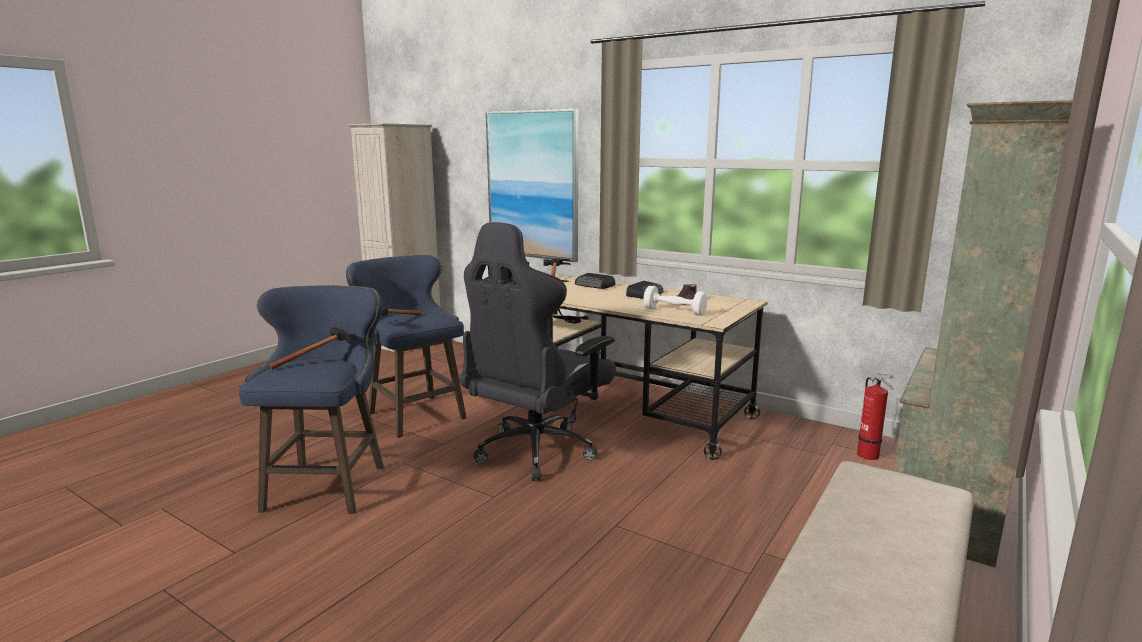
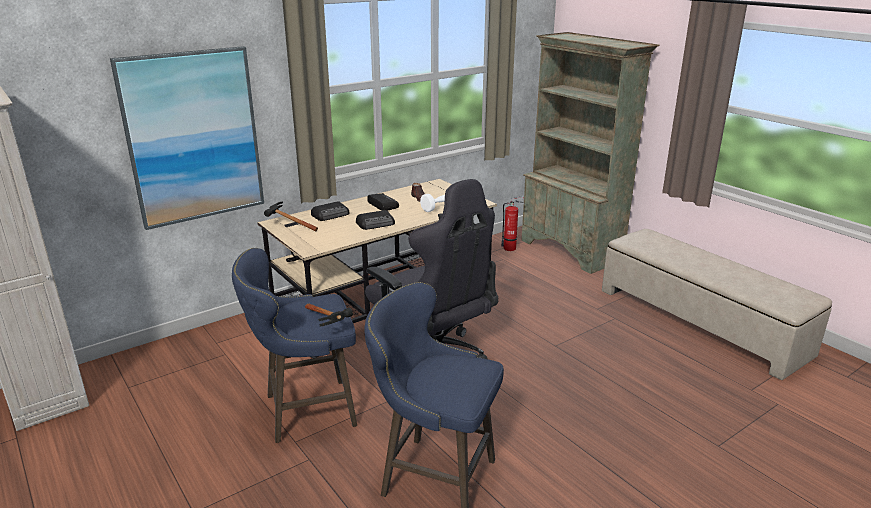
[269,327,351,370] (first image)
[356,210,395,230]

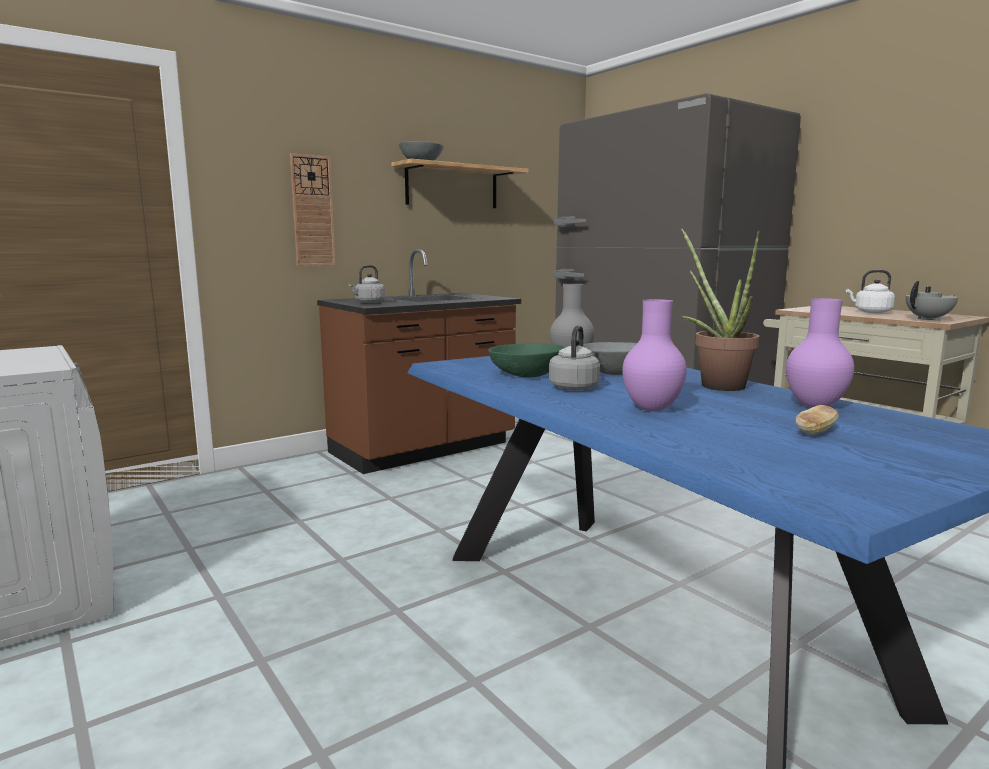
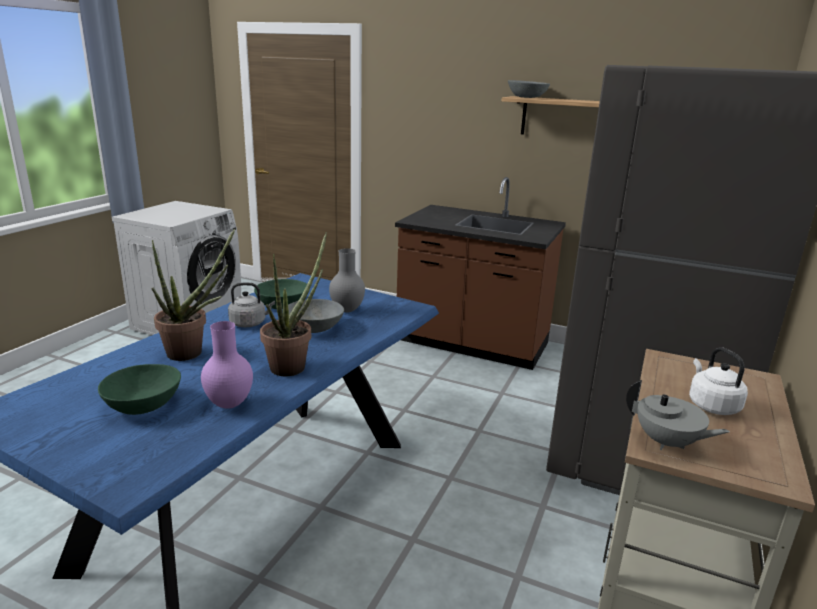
[290,153,336,266] (first image)
[348,265,385,303] (first image)
[151,228,235,361]
[98,364,181,415]

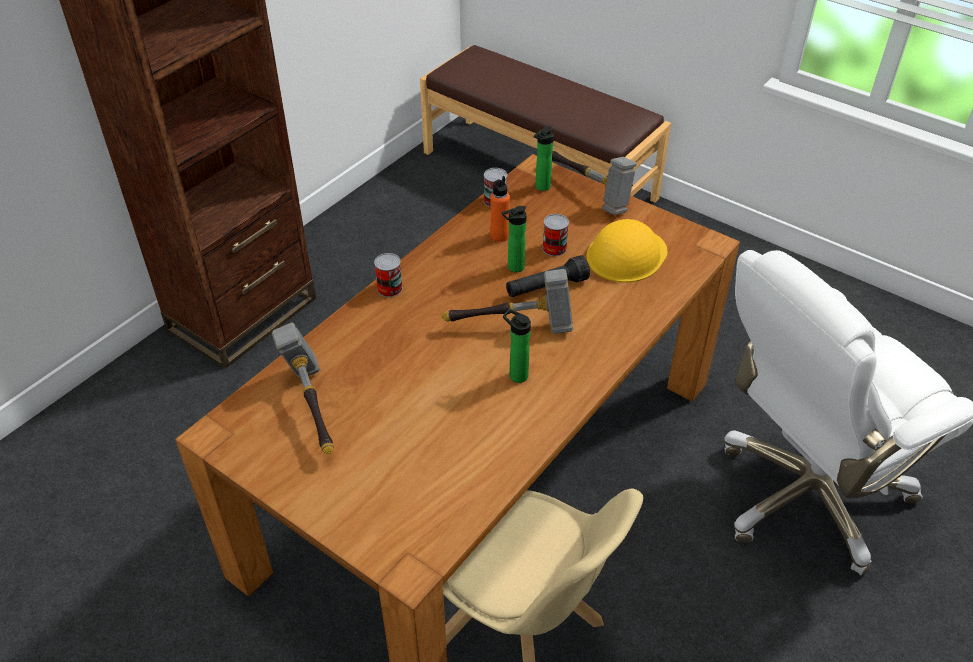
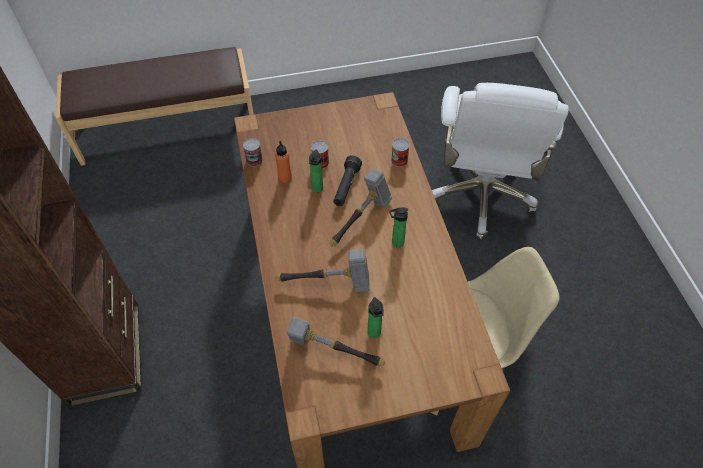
[587,219,668,283] (first image)
[391,138,410,167]
[367,297,384,338]
[275,249,370,292]

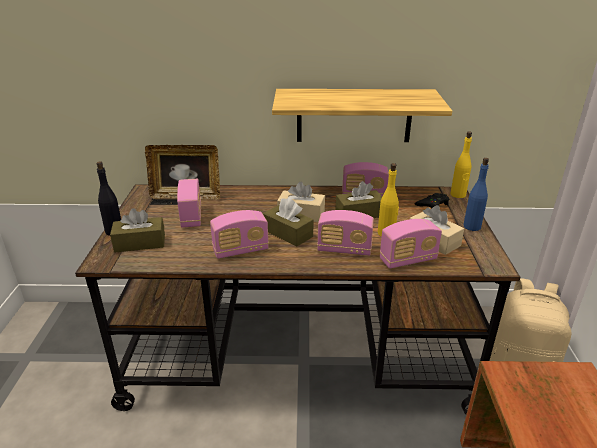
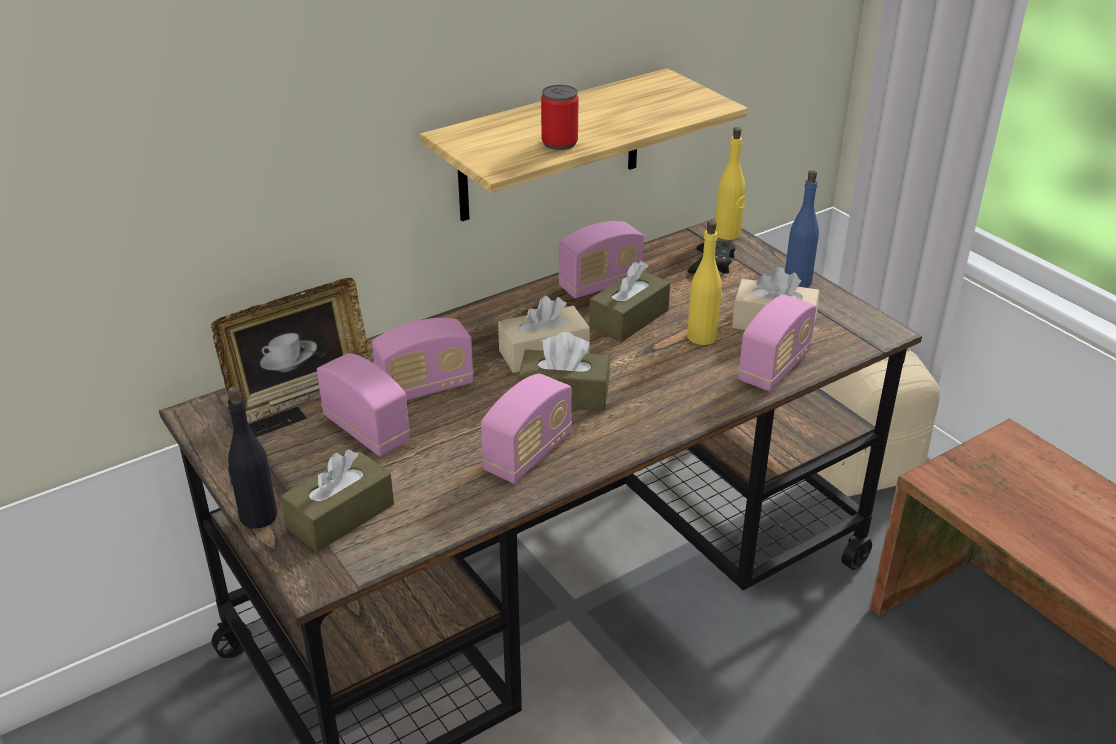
[541,85,578,150]
[372,318,474,400]

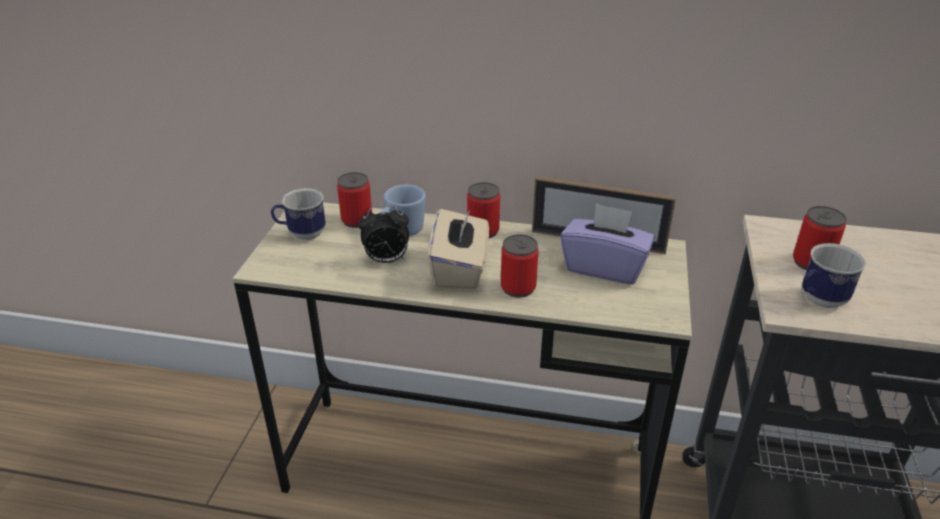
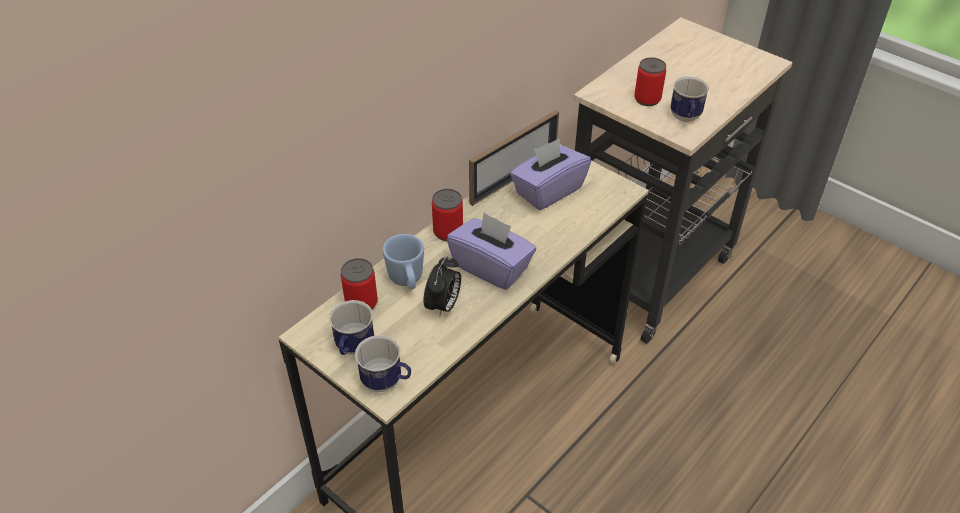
[501,234,538,298] (first image)
[355,335,411,392]
[447,212,536,290]

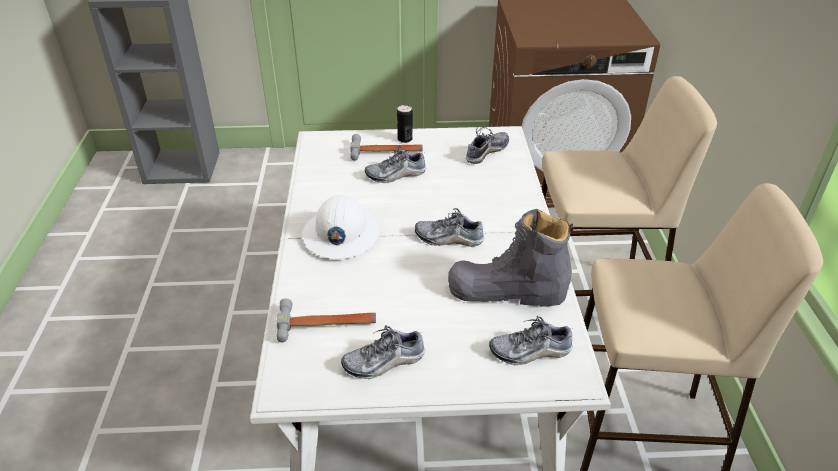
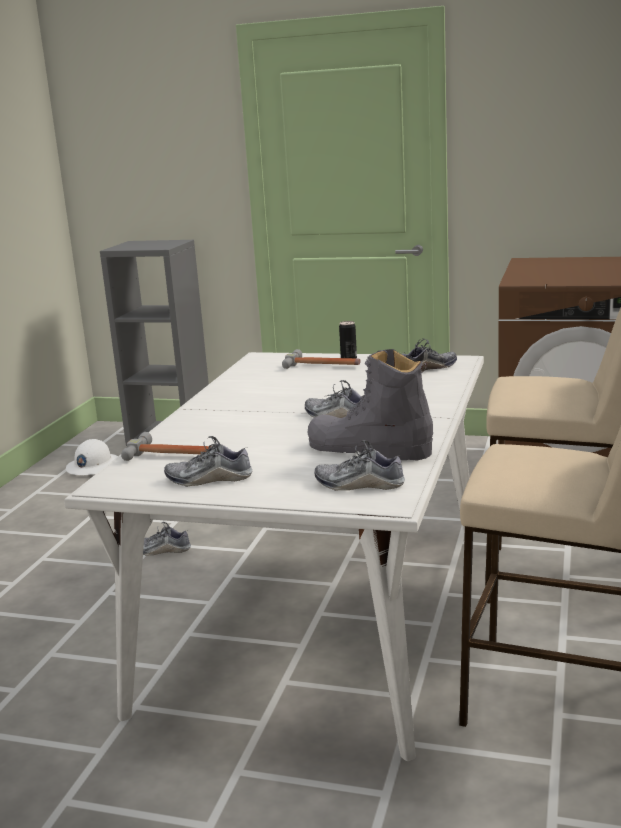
[66,439,118,475]
[143,522,191,556]

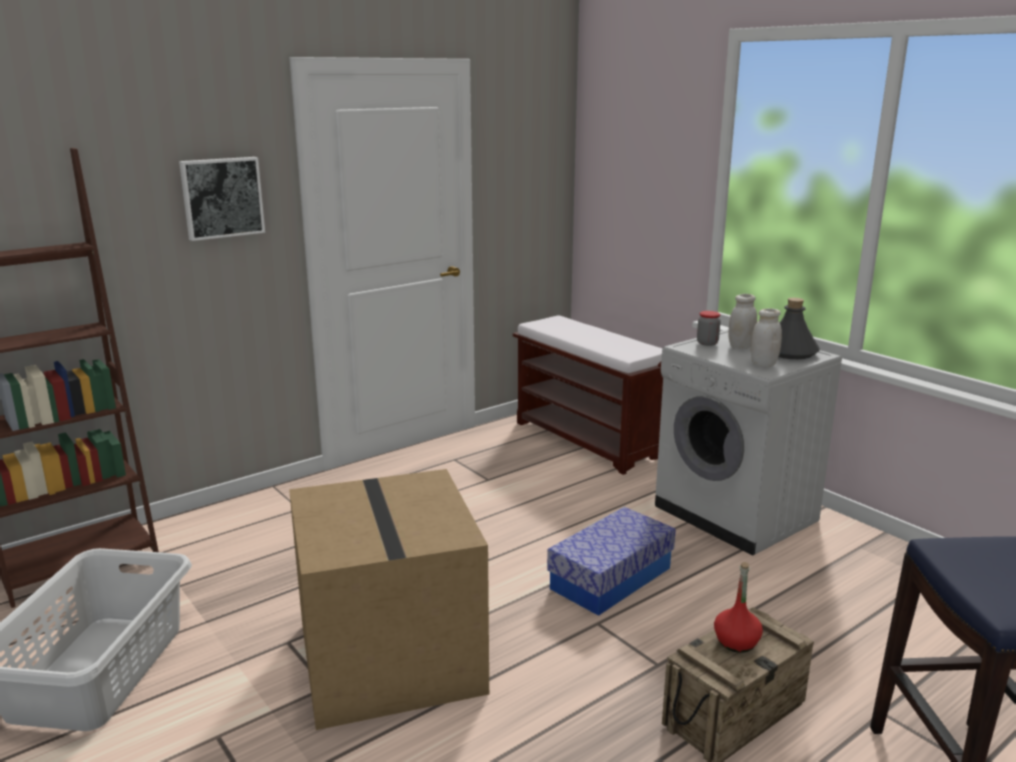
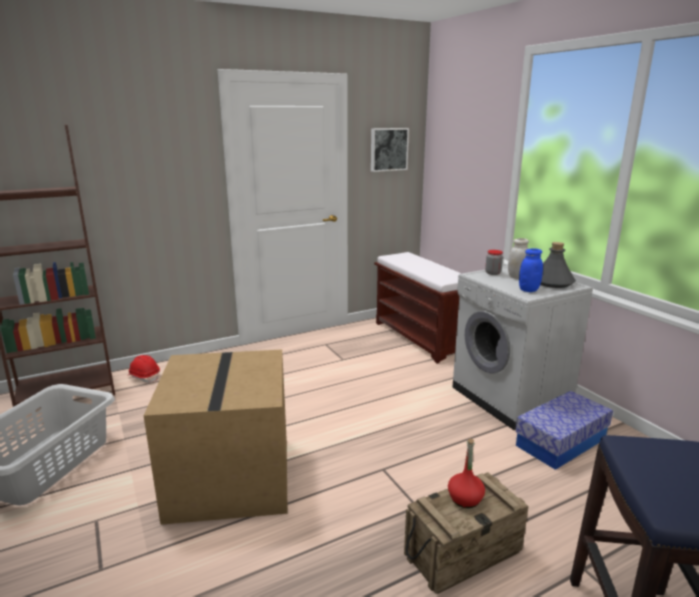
[127,355,160,383]
[371,128,409,172]
[515,391,613,470]
[519,249,543,292]

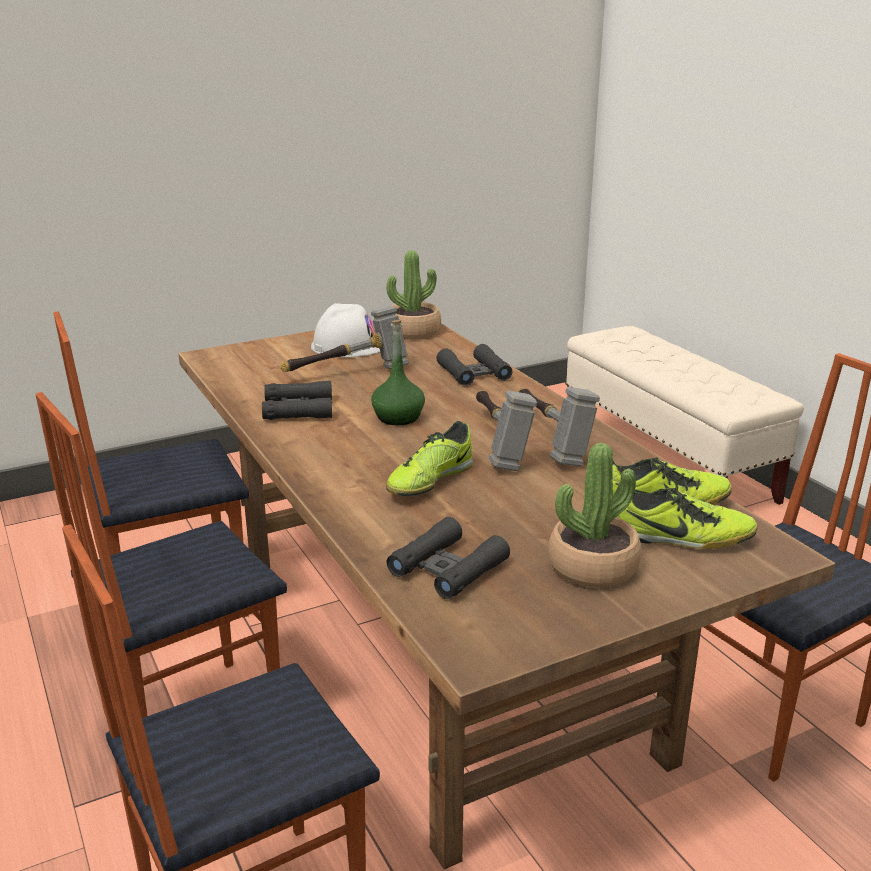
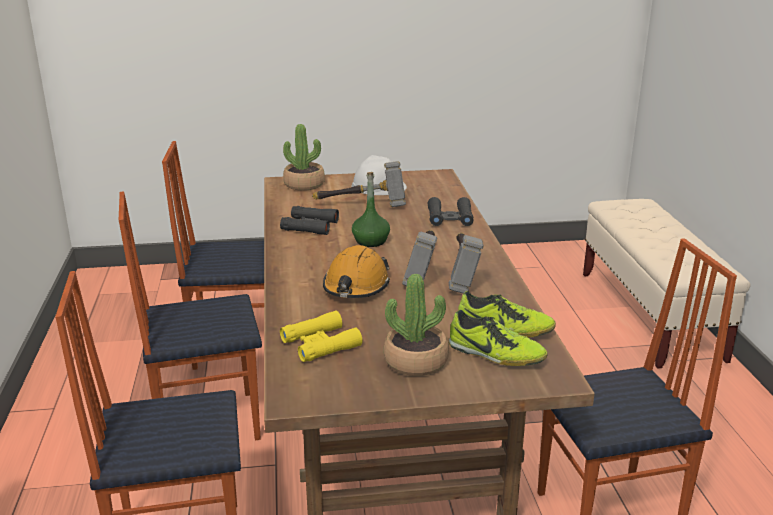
[283,124,325,191]
[323,245,390,298]
[280,311,362,362]

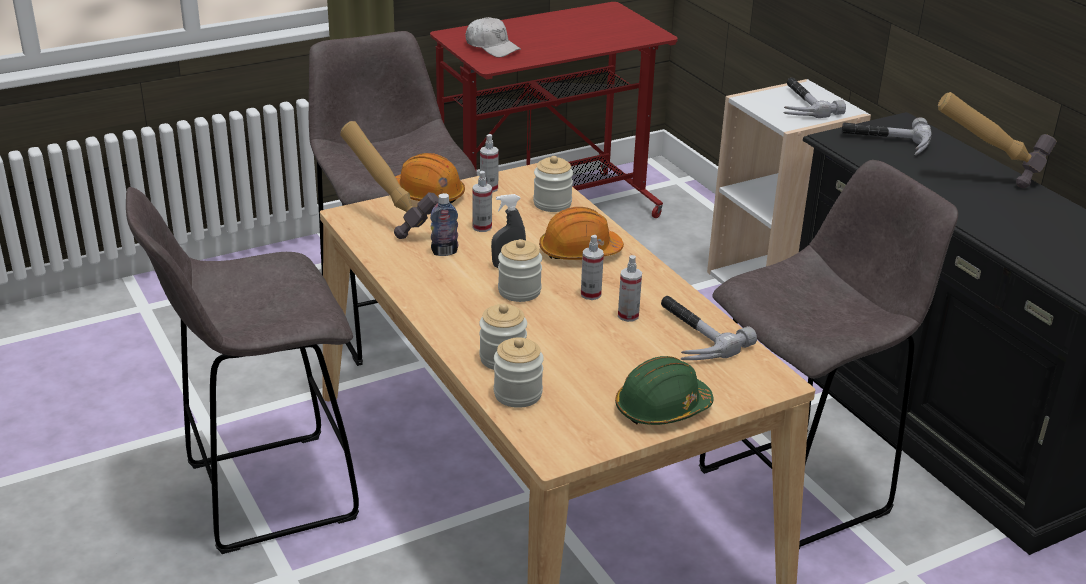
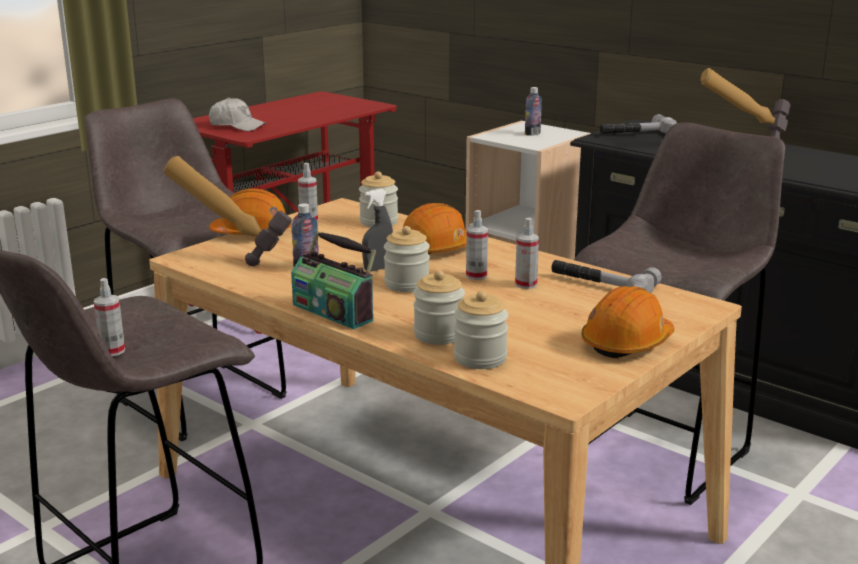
[291,231,376,329]
[94,278,125,356]
[525,87,542,135]
[582,286,675,358]

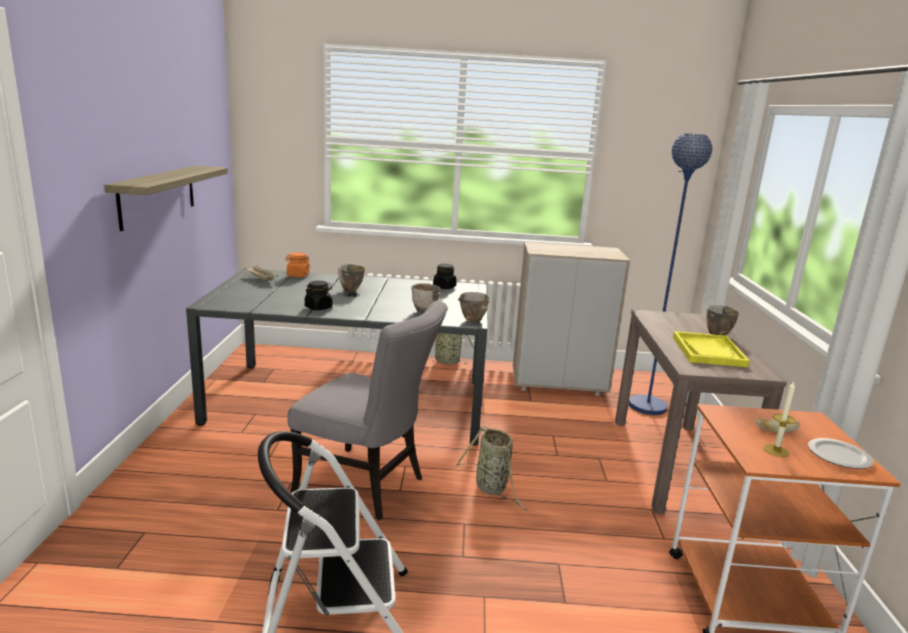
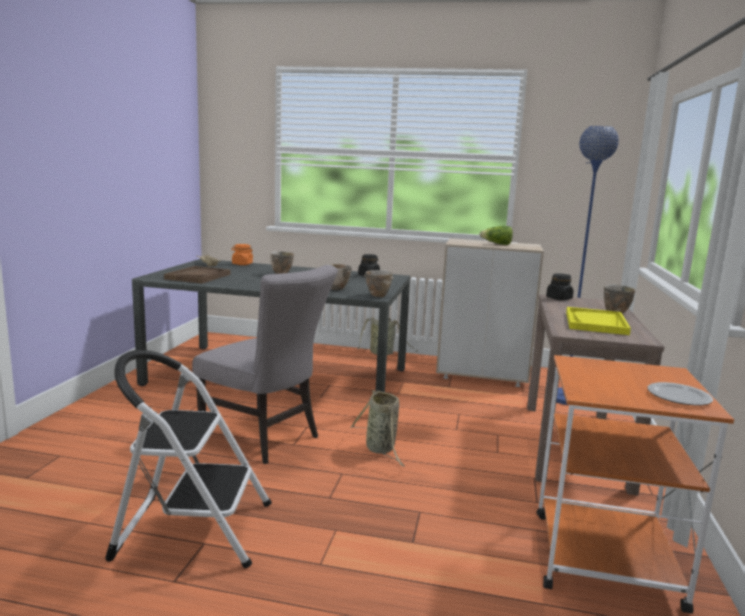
[104,166,228,231] (first image)
[756,418,800,433] (first image)
[763,381,796,457] (first image)
[164,266,230,284]
[479,226,513,245]
[546,273,574,300]

